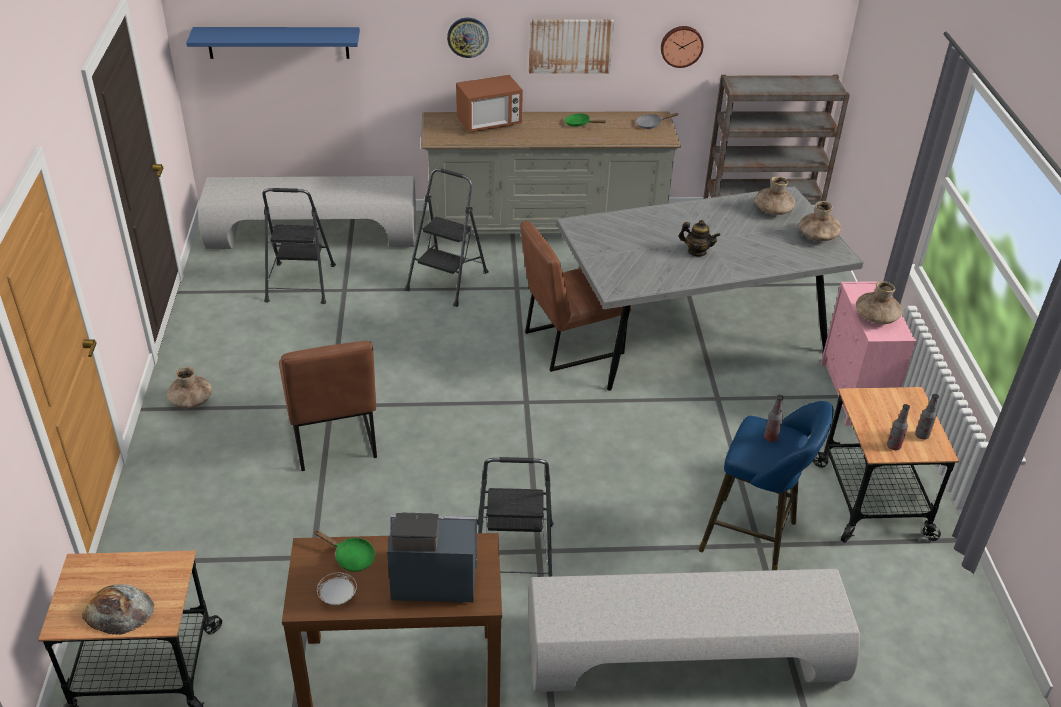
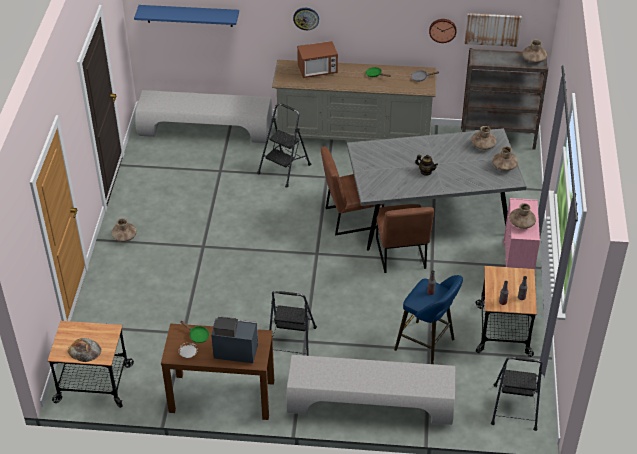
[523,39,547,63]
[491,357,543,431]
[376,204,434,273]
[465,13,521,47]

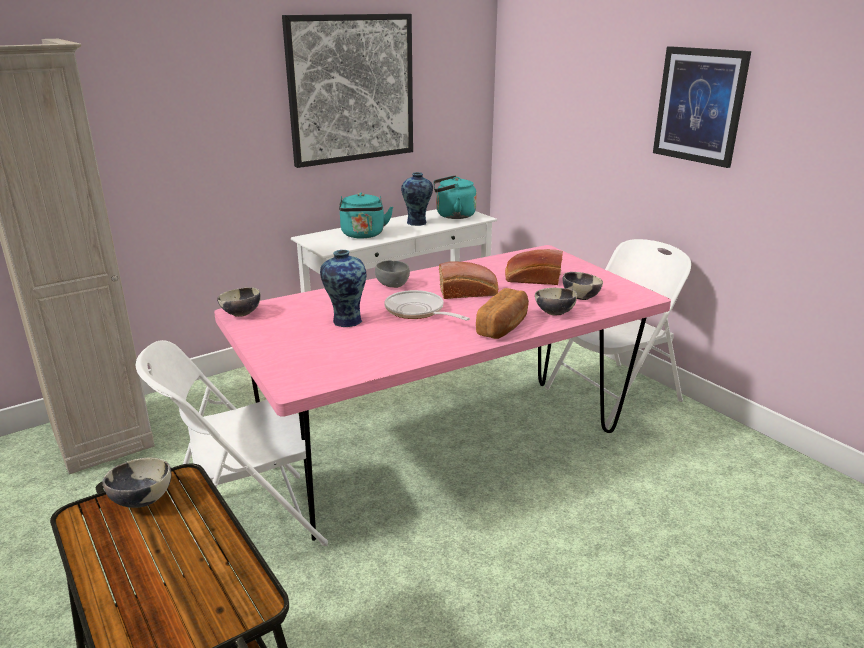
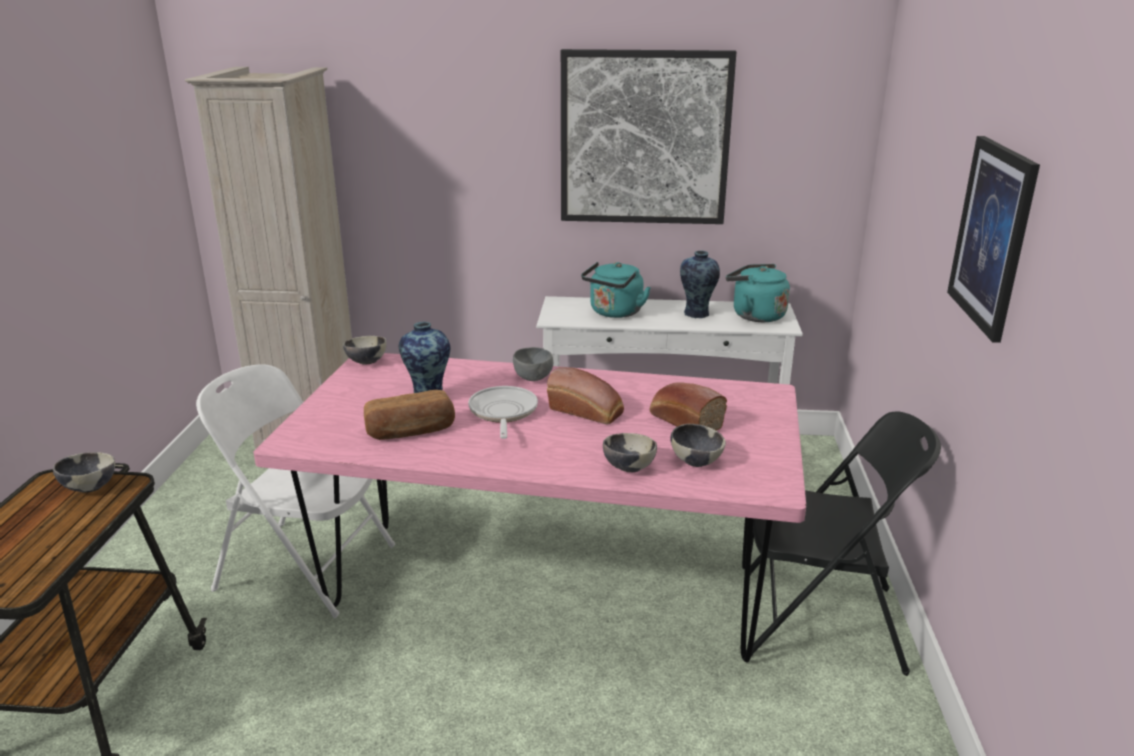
[364,390,455,440]
[746,411,941,676]

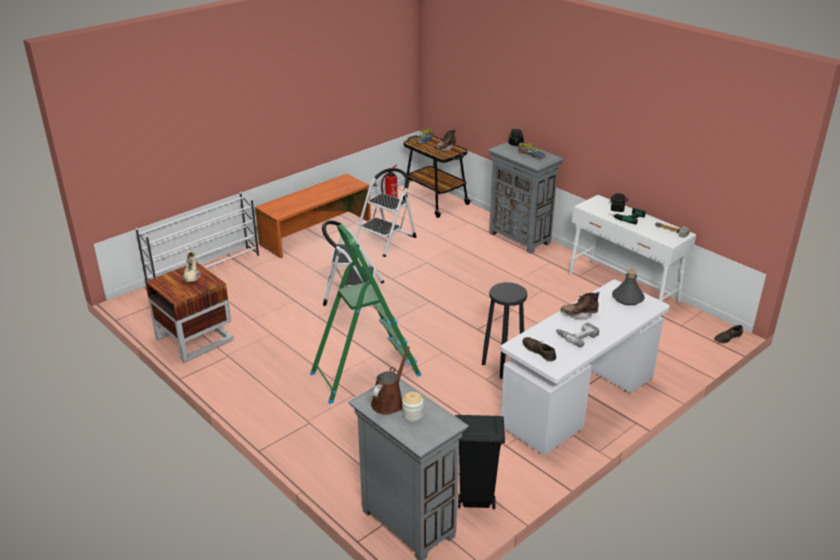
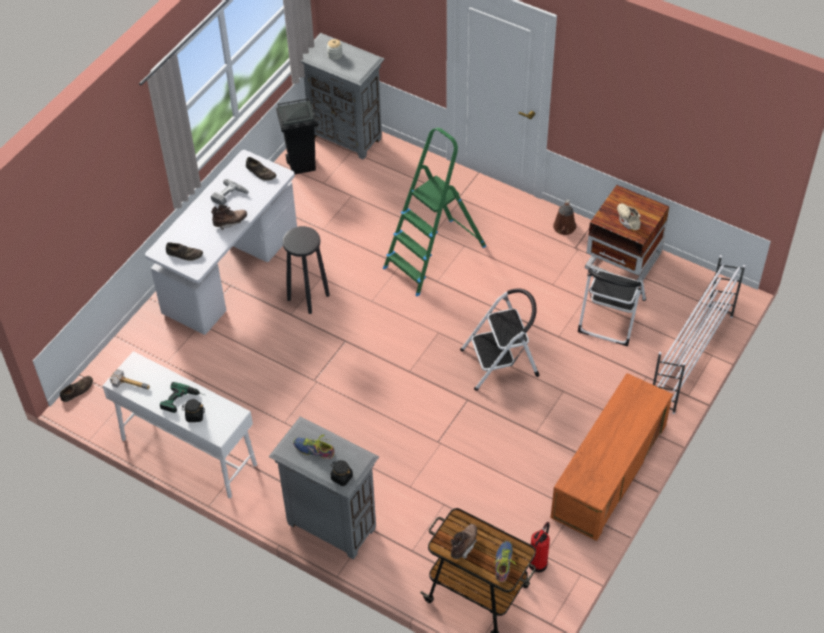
[578,267,646,346]
[553,199,576,235]
[166,242,203,261]

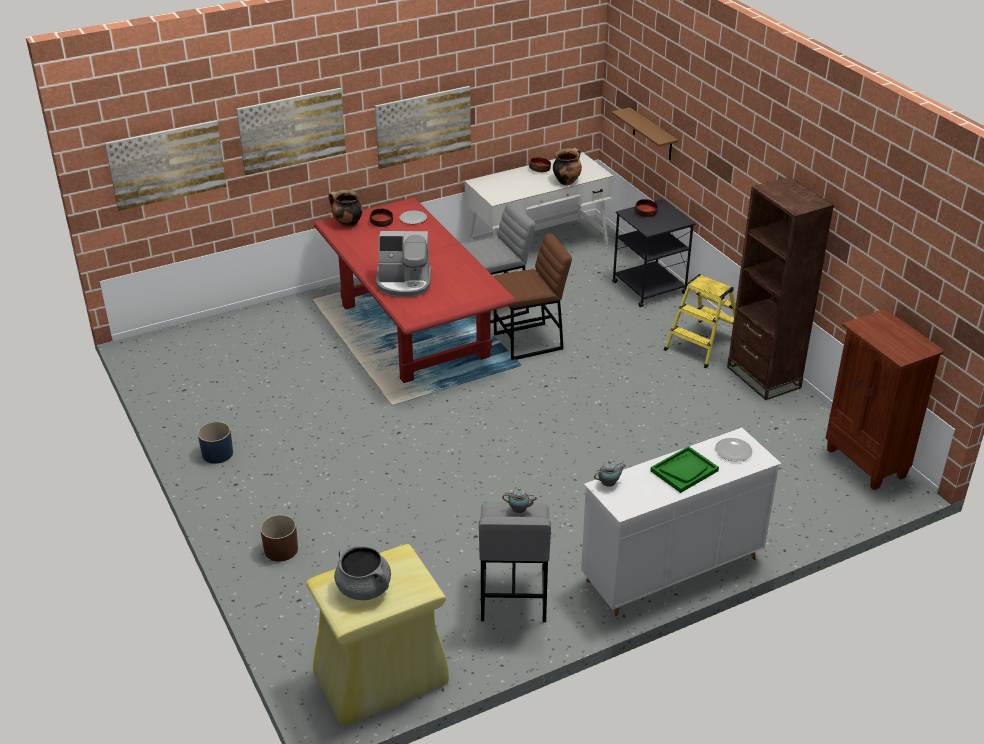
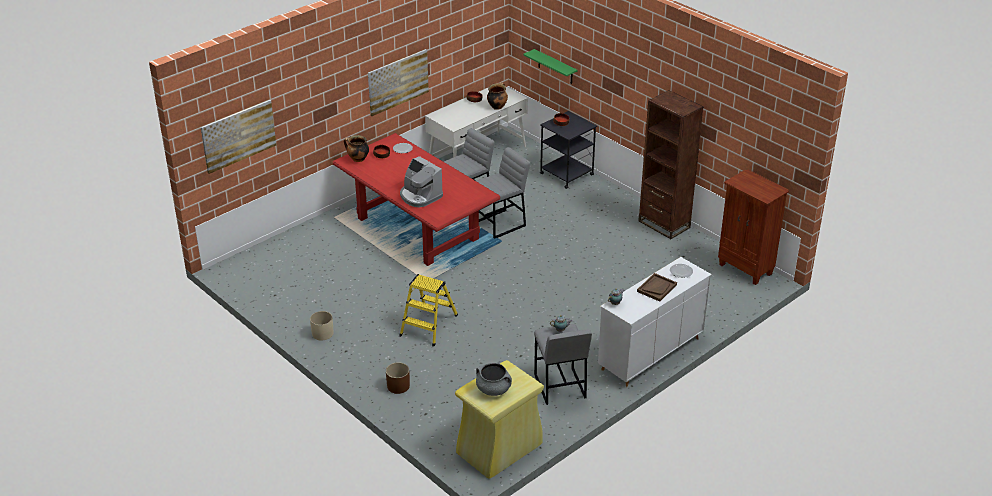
[236,88,346,175] (first image)
[399,274,458,347]
[310,311,334,341]
[476,147,530,239]
[523,49,578,84]
[637,273,677,301]
[400,156,443,207]

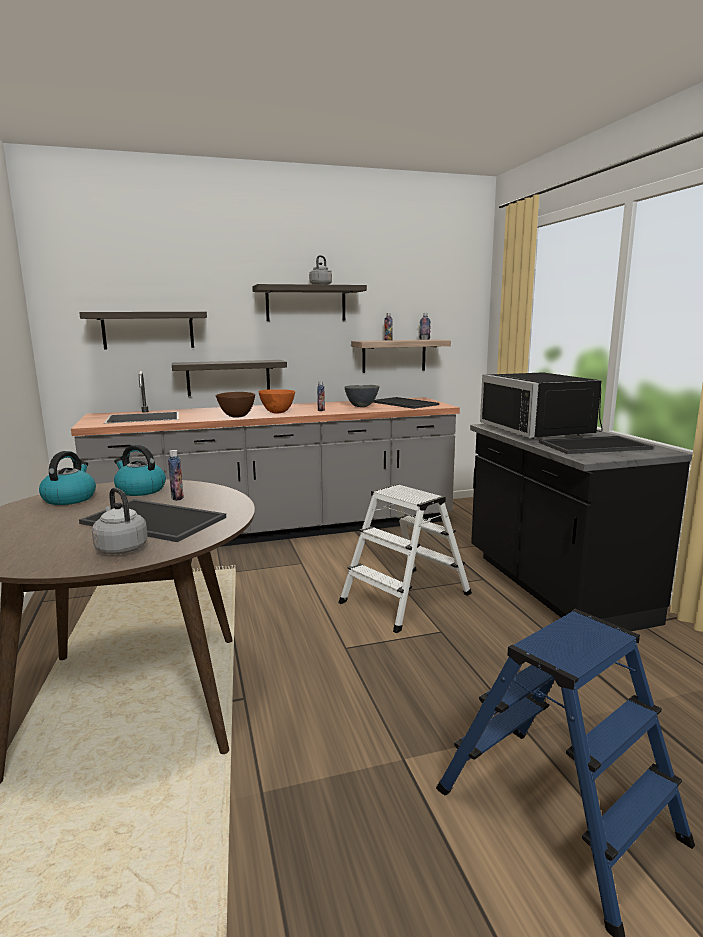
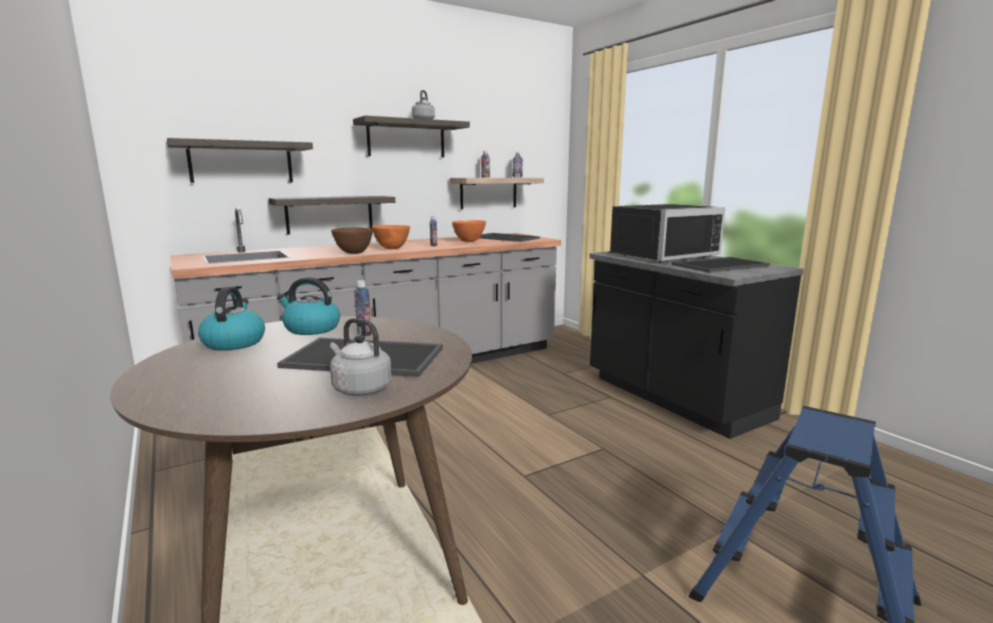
[338,484,472,633] (first image)
[452,220,486,242]
[608,204,726,262]

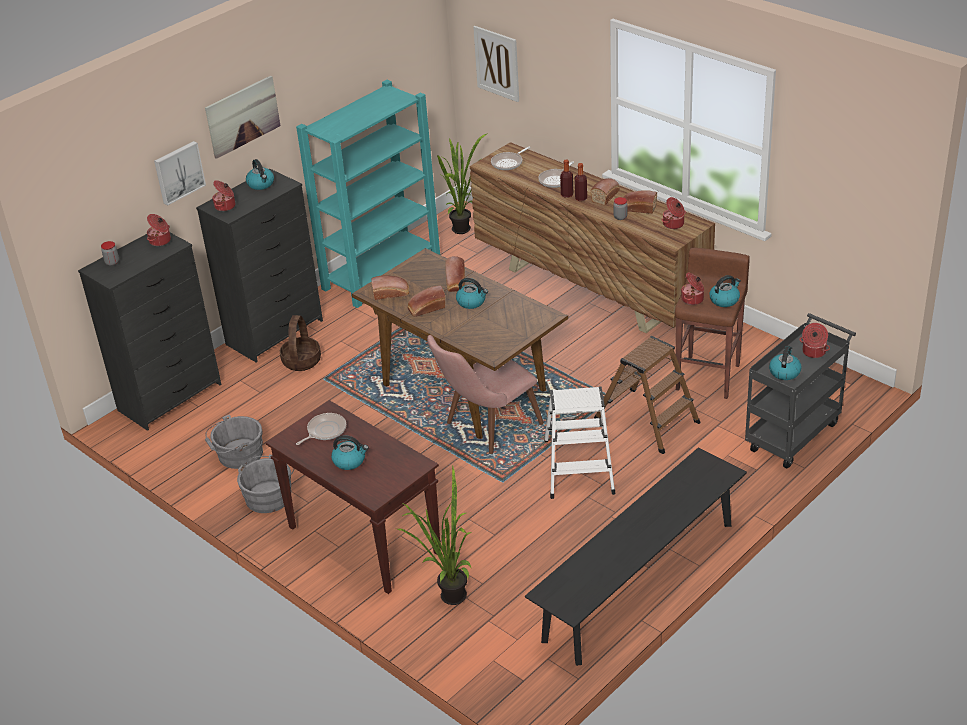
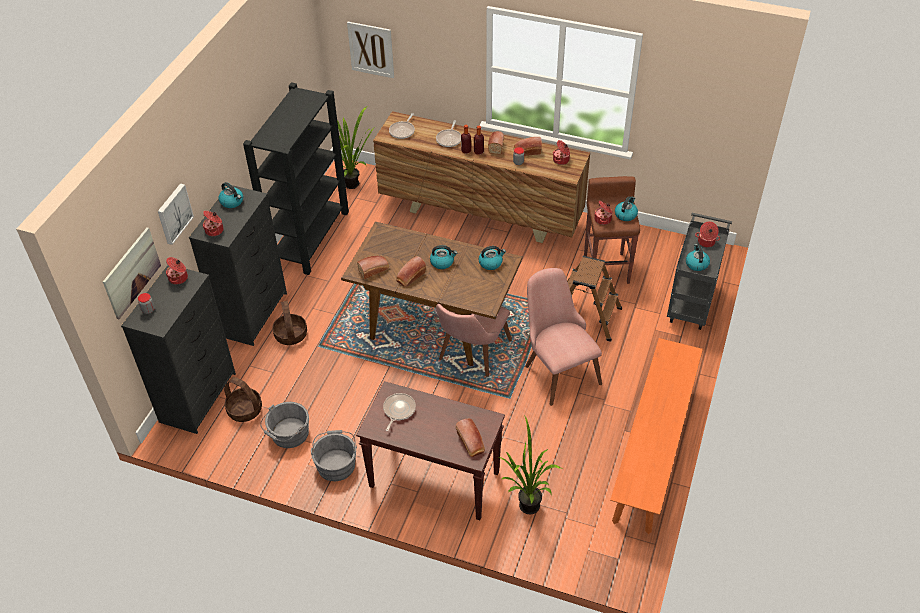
[224,377,262,422]
[103,228,161,319]
[478,246,506,270]
[456,419,485,457]
[525,268,602,406]
[243,82,349,275]
[610,338,703,534]

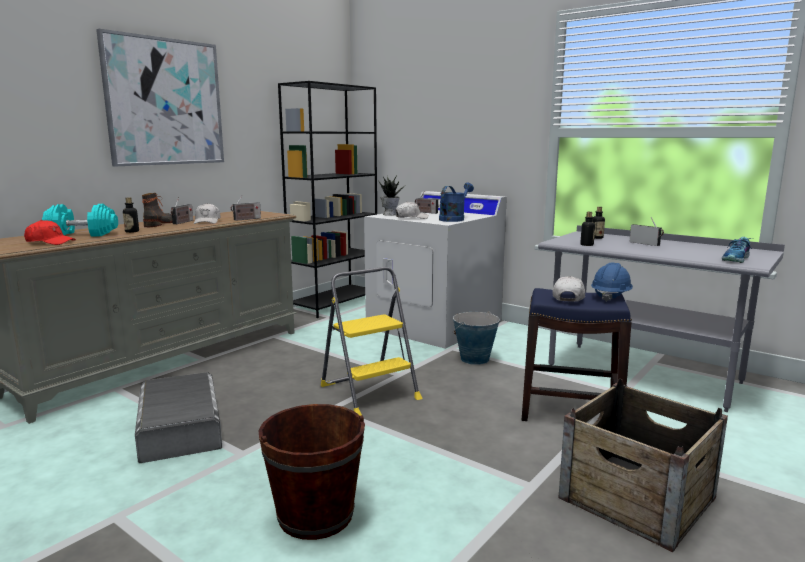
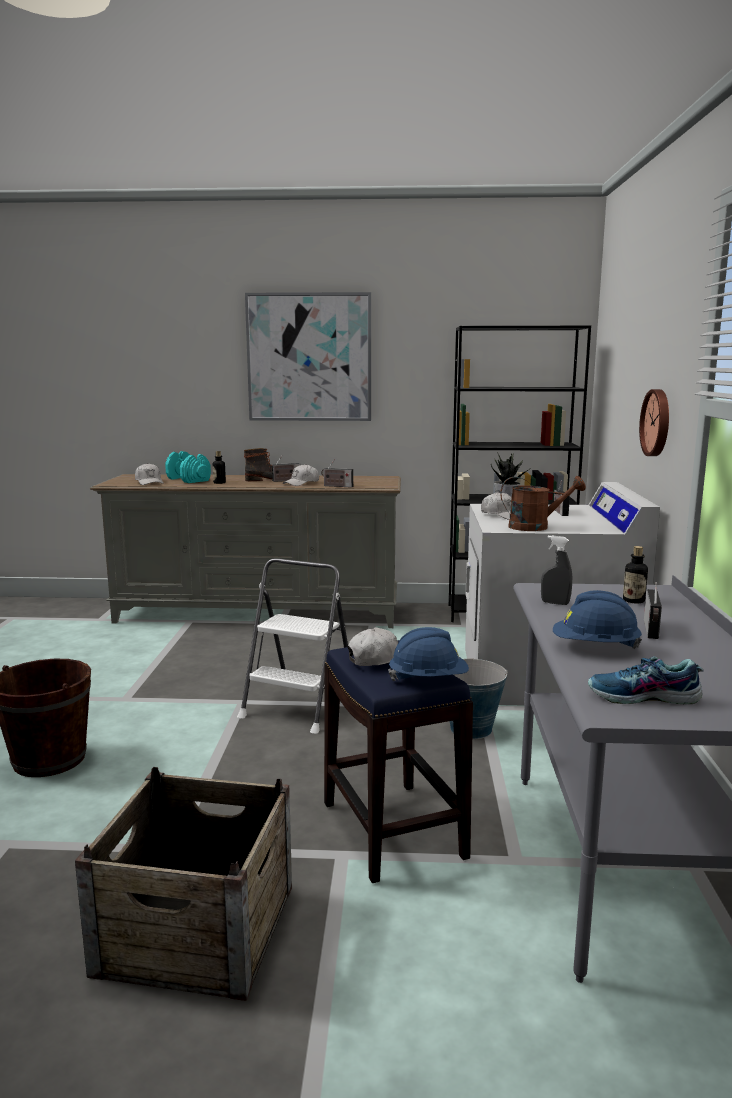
[135,372,222,463] (first image)
[553,590,642,649]
[639,389,669,456]
[541,535,572,605]
[135,463,163,485]
[237,558,348,734]
[500,476,586,531]

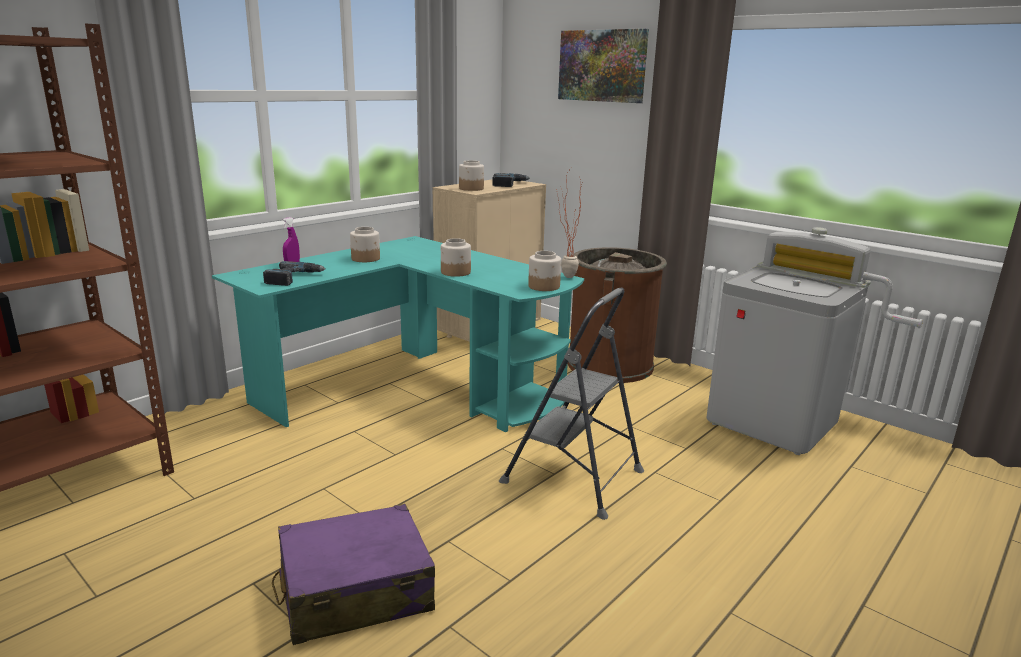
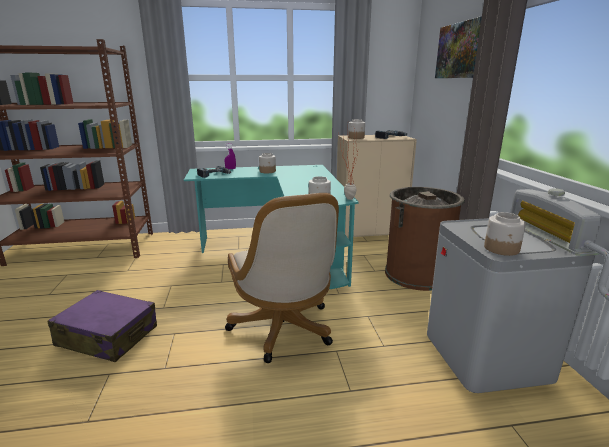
[484,212,526,256]
[225,193,339,363]

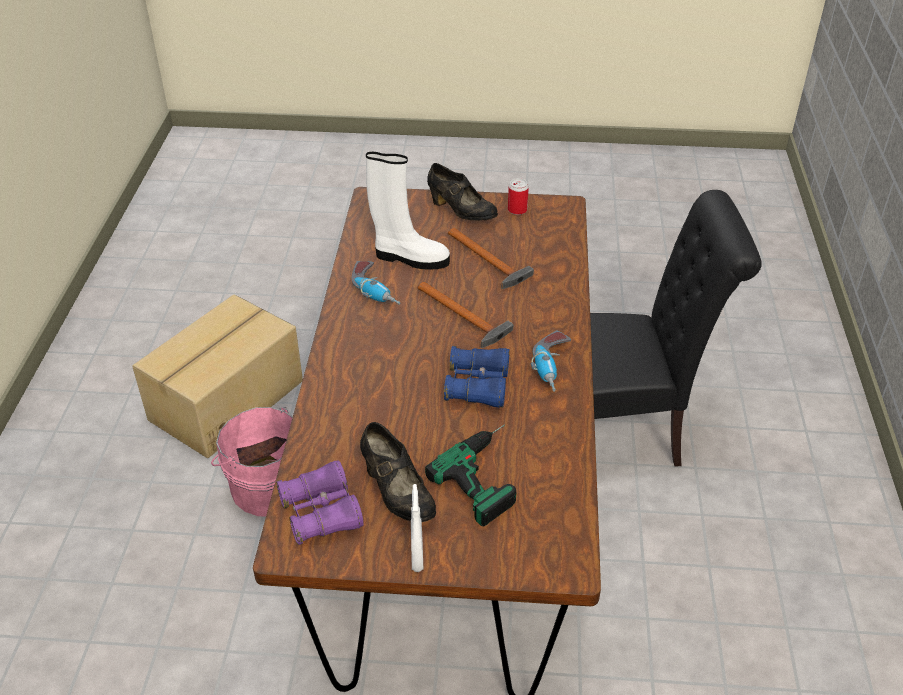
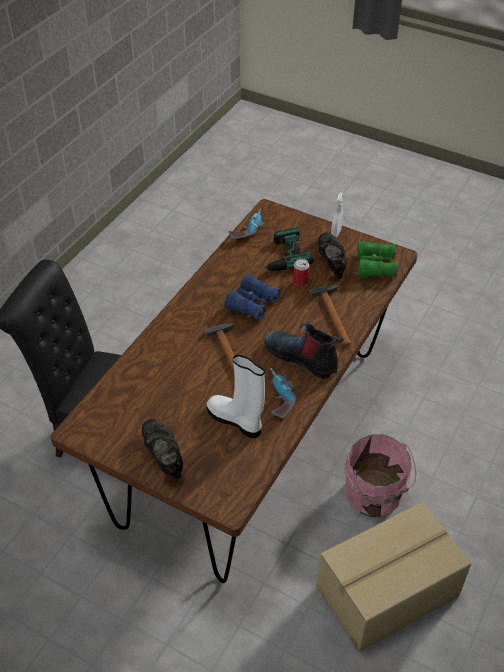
[264,322,344,379]
[309,286,351,346]
[293,259,309,286]
[229,209,263,239]
[357,241,397,278]

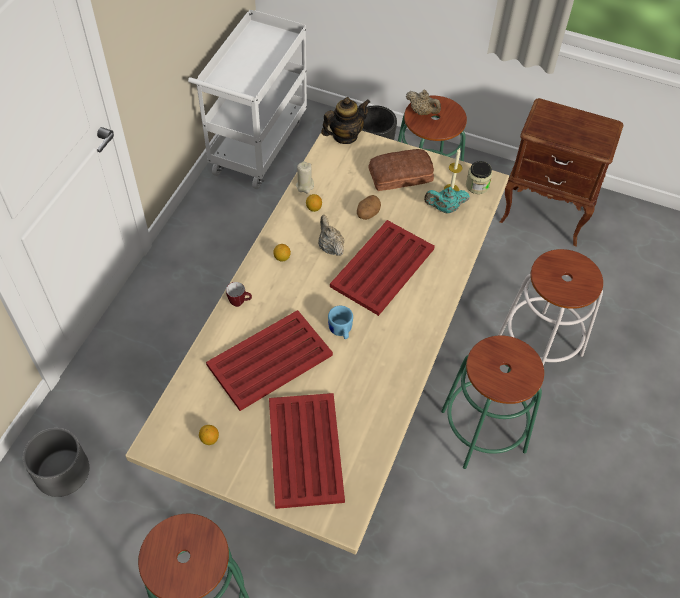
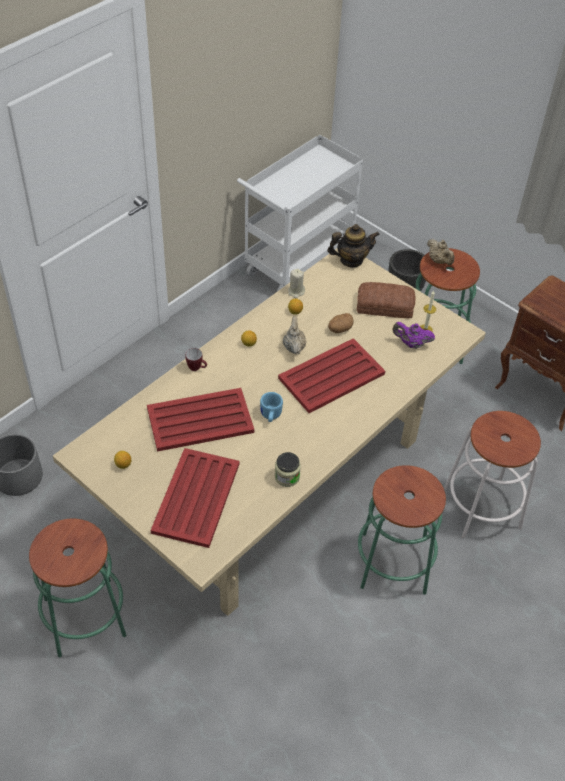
[275,452,301,487]
[392,322,435,349]

